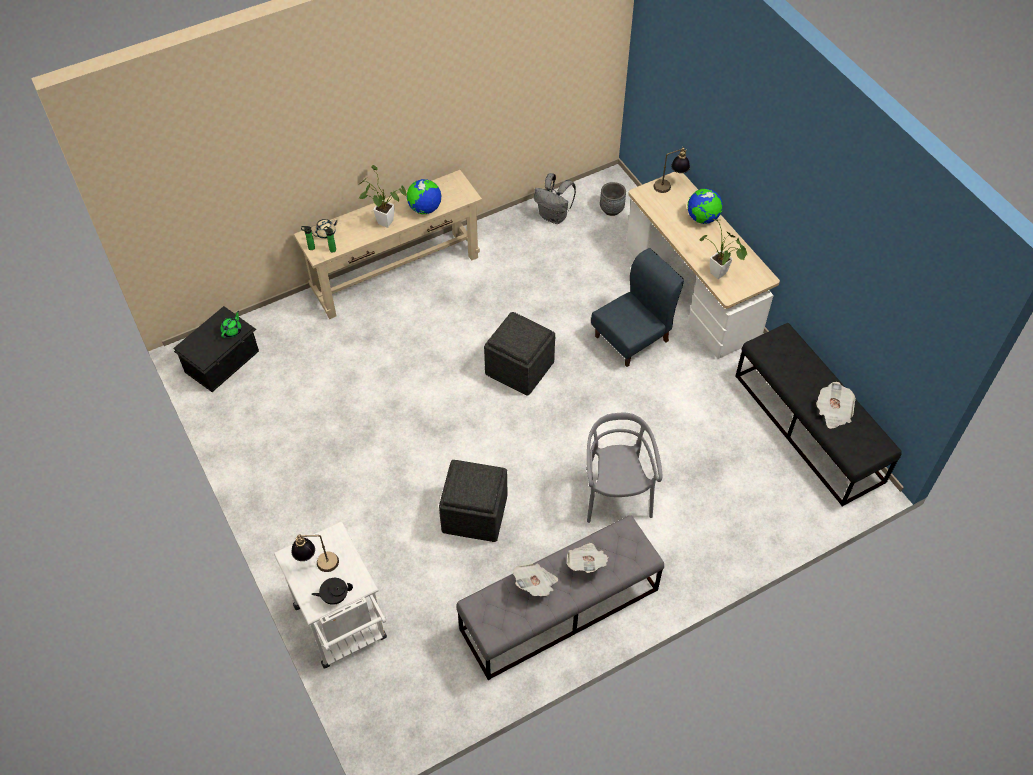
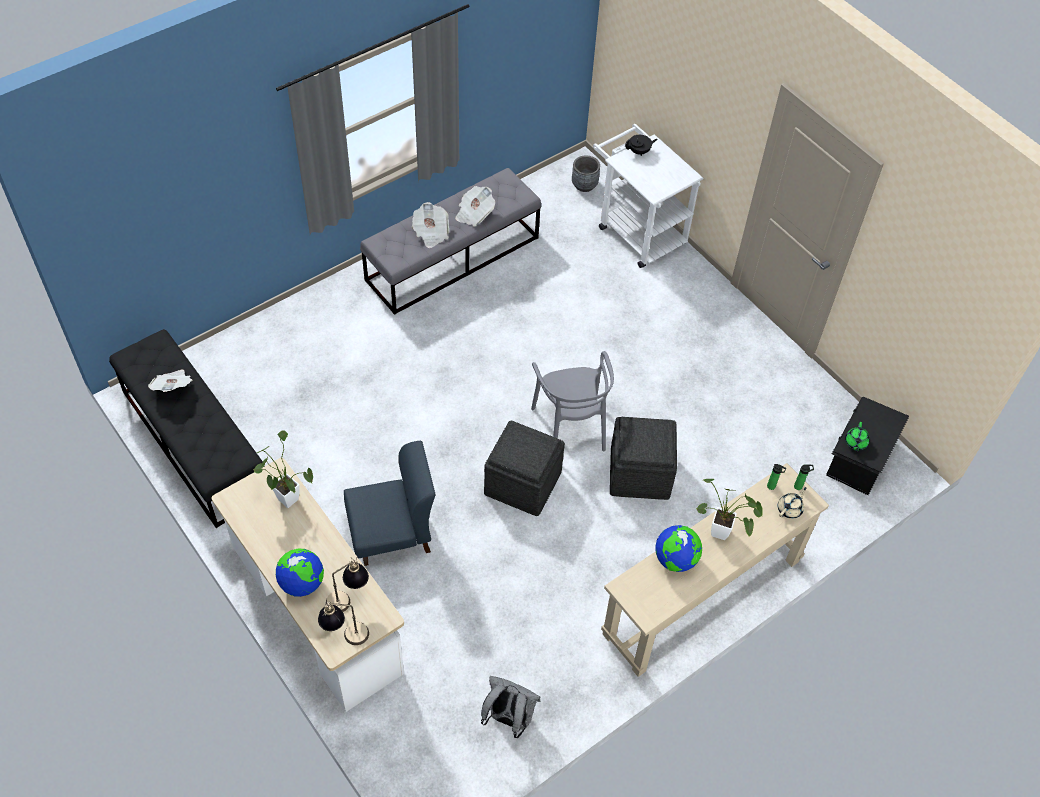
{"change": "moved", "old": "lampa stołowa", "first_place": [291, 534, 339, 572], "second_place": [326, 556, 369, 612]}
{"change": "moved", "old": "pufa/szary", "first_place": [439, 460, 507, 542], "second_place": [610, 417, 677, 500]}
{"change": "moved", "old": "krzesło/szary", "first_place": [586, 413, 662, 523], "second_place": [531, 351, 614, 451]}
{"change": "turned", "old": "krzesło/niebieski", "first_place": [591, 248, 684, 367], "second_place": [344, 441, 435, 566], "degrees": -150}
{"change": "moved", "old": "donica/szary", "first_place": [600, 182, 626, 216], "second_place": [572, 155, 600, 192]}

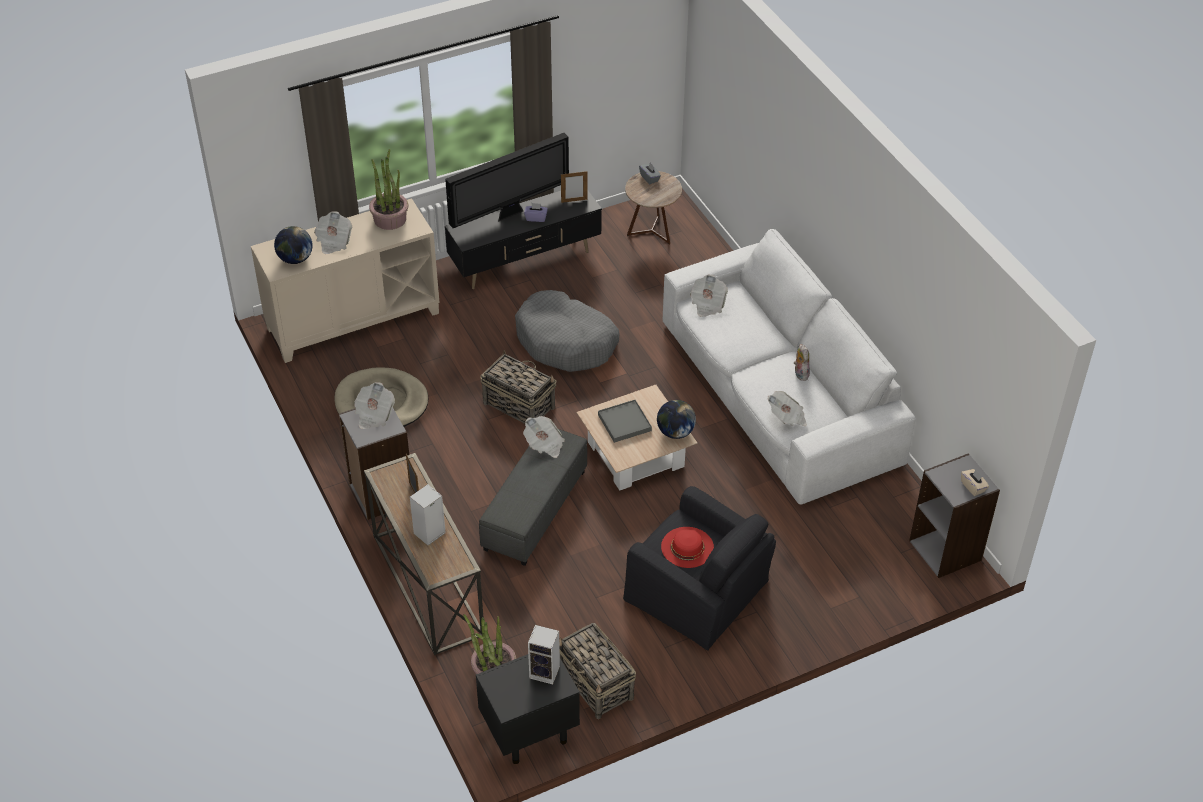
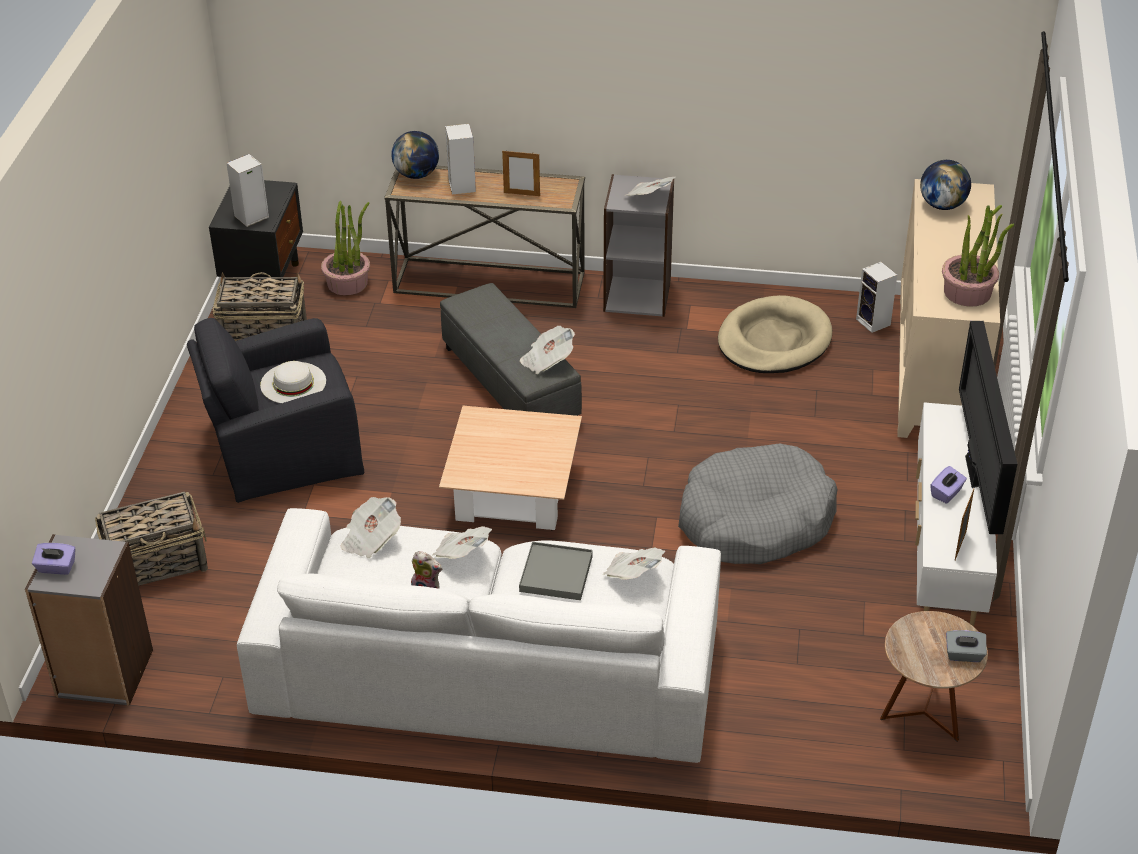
{"change": "moved", "old": "gazeta", "first_place": [314, 211, 352, 254], "second_place": [432, 526, 492, 559]}
{"change": "recoloured", "old": "szafka pod telewizor/czarny", "new": "szafka pod telewizor/biały", "first_place": [445, 191, 602, 289], "second_place": [915, 402, 997, 627]}
{"change": "moved", "old": "koszyk", "first_place": [480, 350, 556, 424], "second_place": [95, 492, 208, 586]}
{"change": "moved", "old": "taca/szary", "first_place": [598, 400, 652, 443], "second_place": [519, 542, 593, 600]}
{"change": "moved", "old": "globus", "first_place": [657, 400, 696, 439], "second_place": [391, 131, 439, 179]}
{"change": "recoloured", "old": "kapelusz/czerwony", "new": "kapelusz/biały", "first_place": [661, 527, 714, 568], "second_place": [260, 361, 326, 403]}
{"change": "recoloured", "old": "pudełko chusteczek/beżowy", "new": "pudełko chusteczek/fioletowy", "first_place": [961, 469, 989, 496], "second_place": [32, 543, 76, 575]}
{"change": "added", "new": "głośnik", "second_place": [856, 262, 897, 333]}

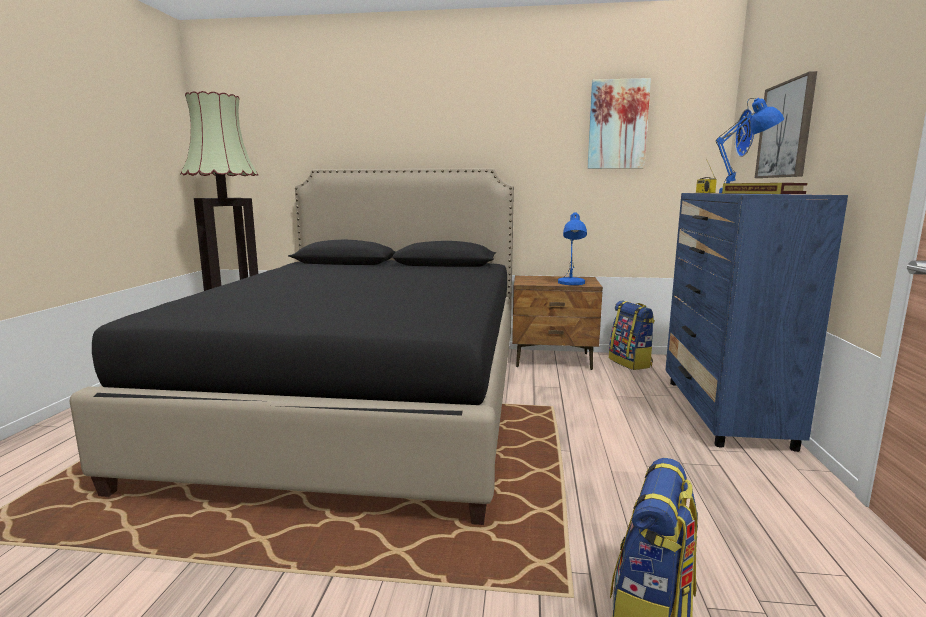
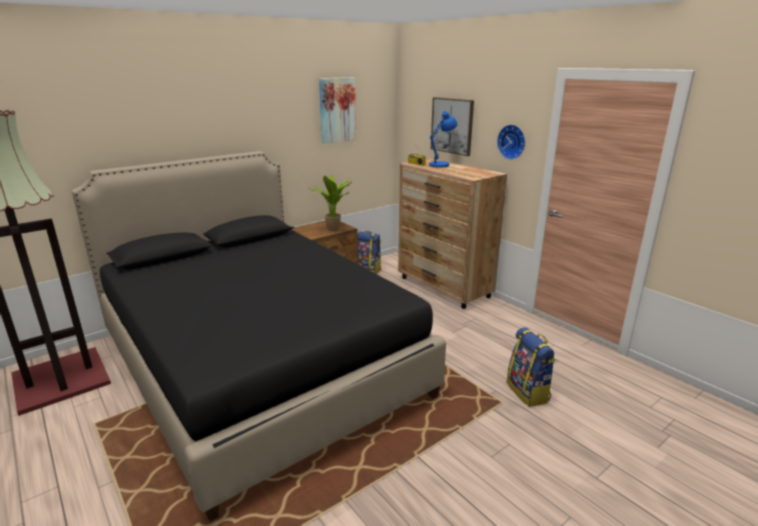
{"change": "replaced", "old": "lampa stołowa/niebieski", "new": "roślina doniczkowa", "first_place": [558, 212, 587, 285], "second_place": [309, 174, 352, 231]}
{"change": "recoloured", "old": "komoda/niebieski", "new": "komoda/brązowy", "first_place": [665, 193, 848, 452], "second_place": [398, 158, 507, 309]}
{"change": "removed", "old": "książka", "first_place": [722, 183, 808, 194]}
{"change": "moved", "old": "zegar ścienny", "first_place": [735, 108, 754, 157], "second_place": [497, 124, 525, 160]}

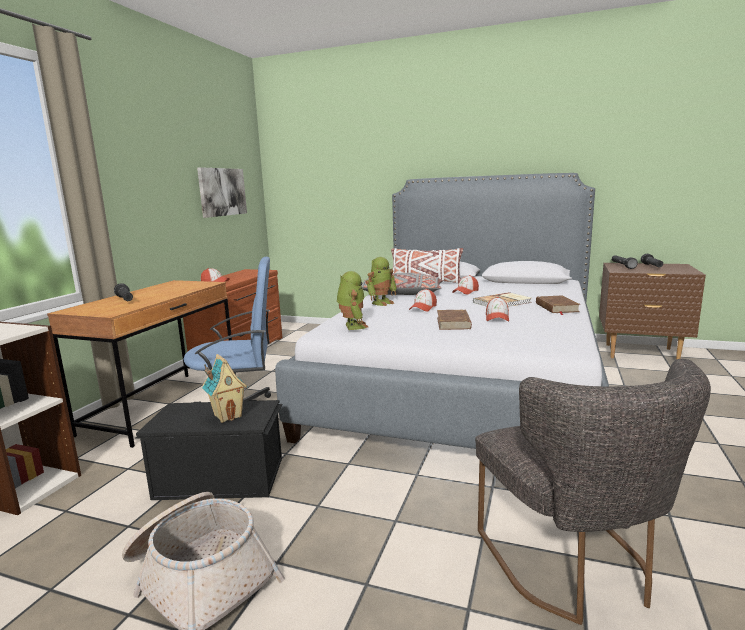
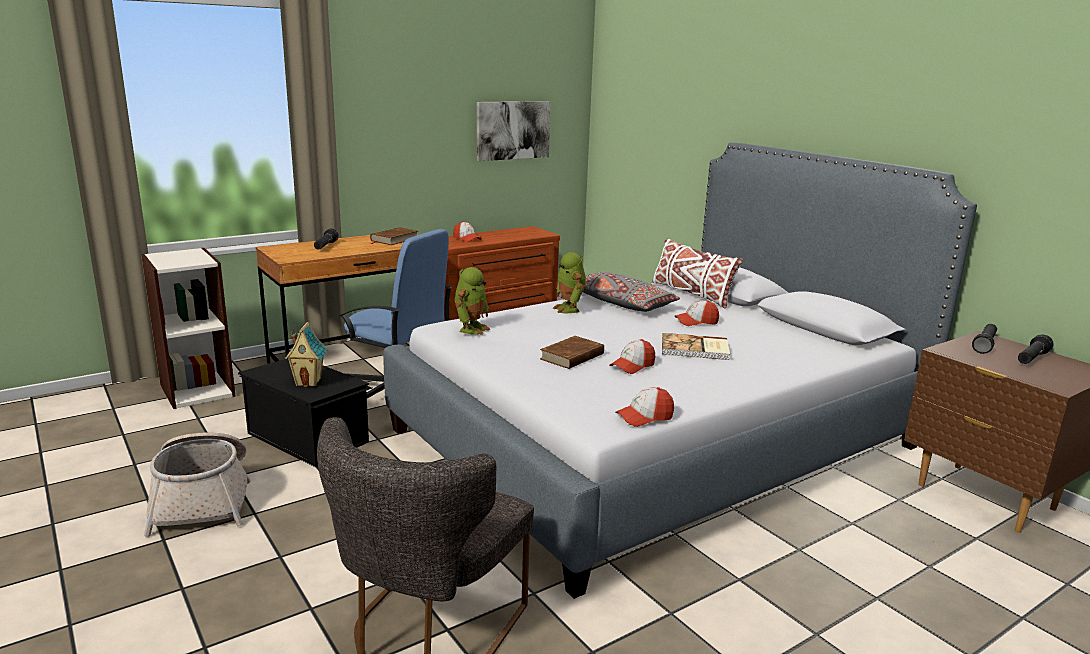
{"change": "turned", "old": "robot zabawkowy", "first_place": [366, 257, 397, 306], "second_place": [553, 252, 586, 313], "degrees": 75}
{"change": "moved", "old": "czapka z daszkiem", "first_place": [409, 289, 437, 312], "second_place": [615, 387, 674, 427]}
{"change": "moved", "old": "książka/brązowy", "first_place": [536, 296, 581, 315], "second_place": [370, 227, 418, 245]}

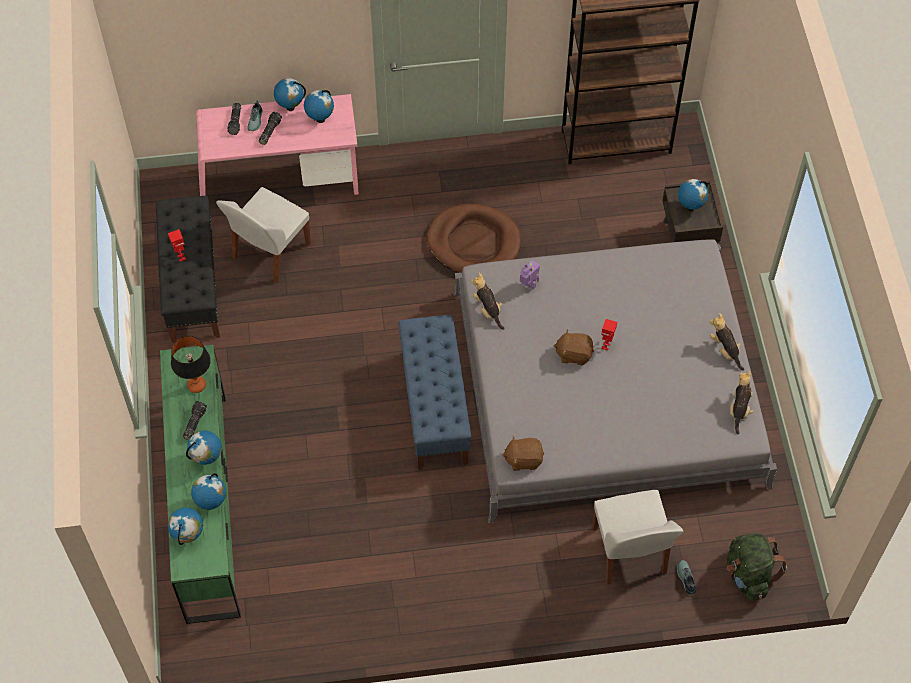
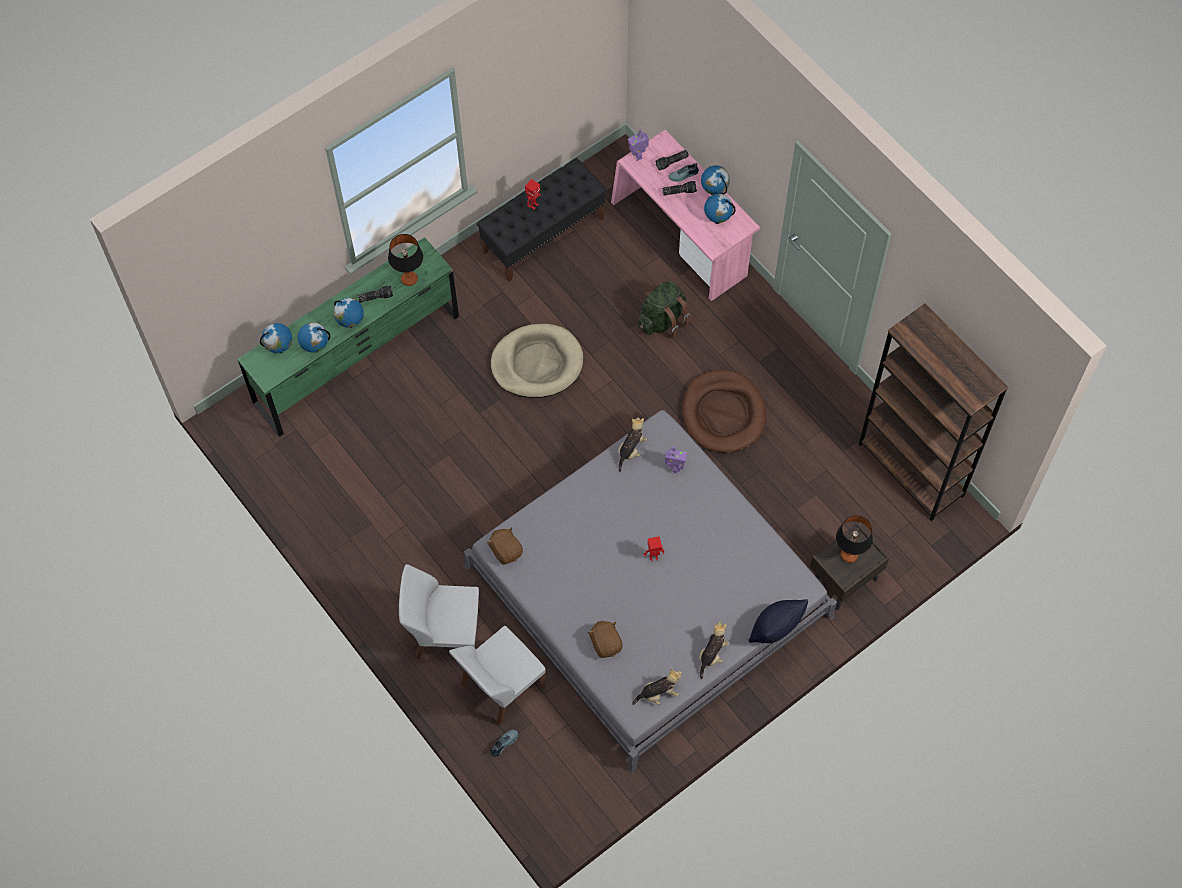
{"change": "moved", "old": "krzesło/biały", "first_place": [216, 187, 311, 283], "second_place": [399, 564, 480, 659]}
{"change": "removed", "old": "ławka/niebieski", "first_place": [398, 315, 471, 470]}
{"change": "moved", "old": "pluszak/brązowy", "first_place": [553, 330, 594, 365], "second_place": [588, 621, 622, 658]}
{"change": "replaced", "old": "globus", "new": "lampa stołowa", "first_place": [678, 179, 708, 211], "second_place": [836, 515, 873, 563]}
{"change": "moved", "old": "plecak/zielony", "first_place": [727, 533, 787, 602], "second_place": [638, 281, 690, 339]}
{"change": "added", "new": "legowisko/beżowy", "second_place": [491, 324, 583, 398]}
{"change": "added", "new": "robot zabawkowy", "second_place": [628, 129, 649, 161]}
{"change": "added", "new": "poduszka/czarny", "second_place": [748, 599, 808, 643]}

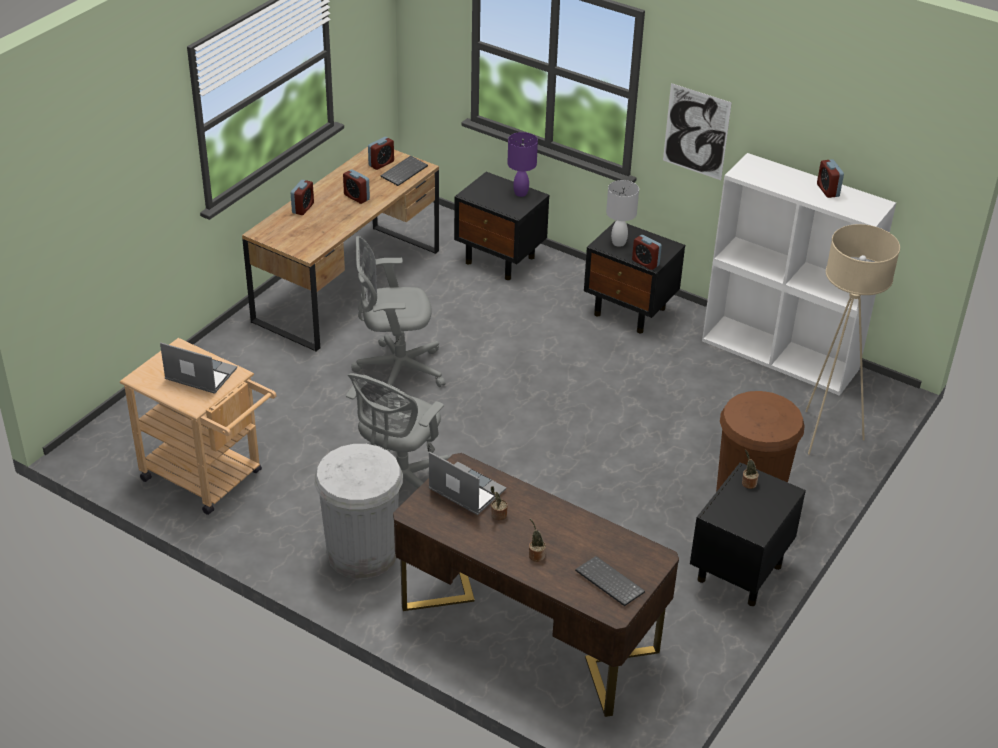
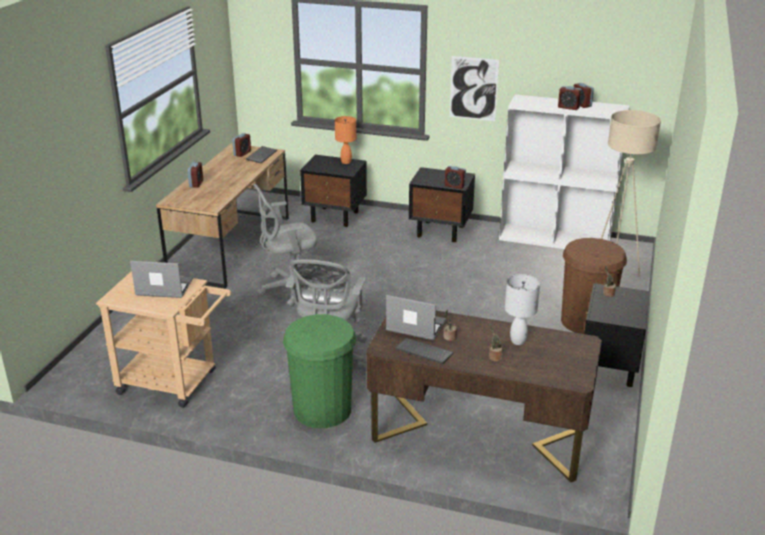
{"change": "recoloured", "old": "kosz na śmieci/biały", "new": "kosz na śmieci/zielony", "first_place": [314, 444, 403, 579], "second_place": [283, 314, 356, 428]}
{"change": "moved", "old": "budzik", "first_place": [343, 169, 370, 204], "second_place": [558, 86, 582, 110]}
{"change": "recoloured", "old": "lampa stołowa/fioletowy", "new": "lampa stołowa/pomarańczowy", "first_place": [507, 132, 538, 197], "second_place": [335, 116, 356, 164]}
{"change": "moved", "old": "klawiatura", "first_place": [575, 556, 645, 606], "second_place": [395, 338, 454, 364]}
{"change": "moved", "old": "lampa stołowa/biały", "first_place": [606, 180, 639, 247], "second_place": [505, 274, 540, 345]}

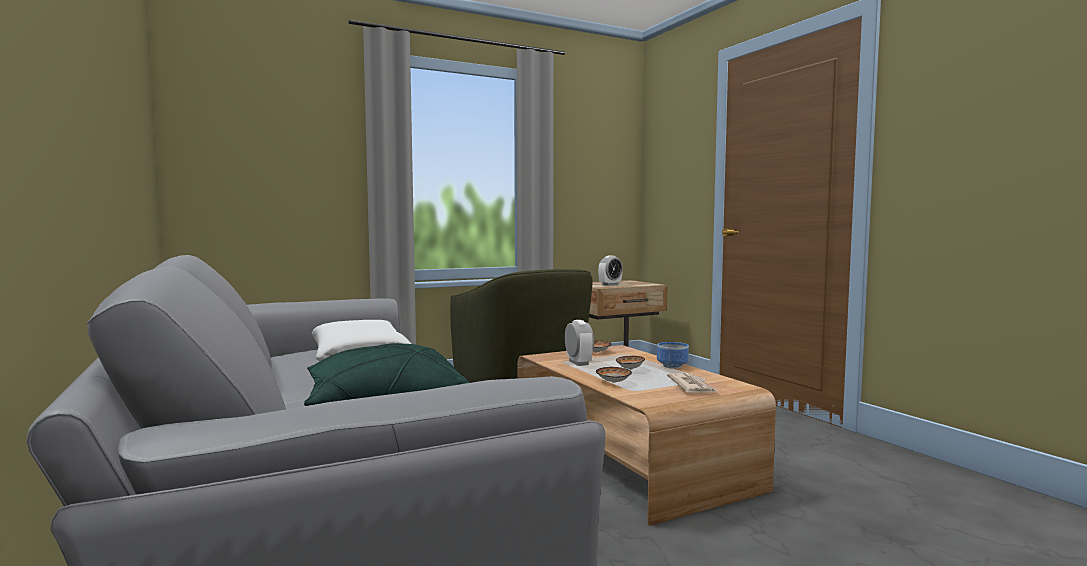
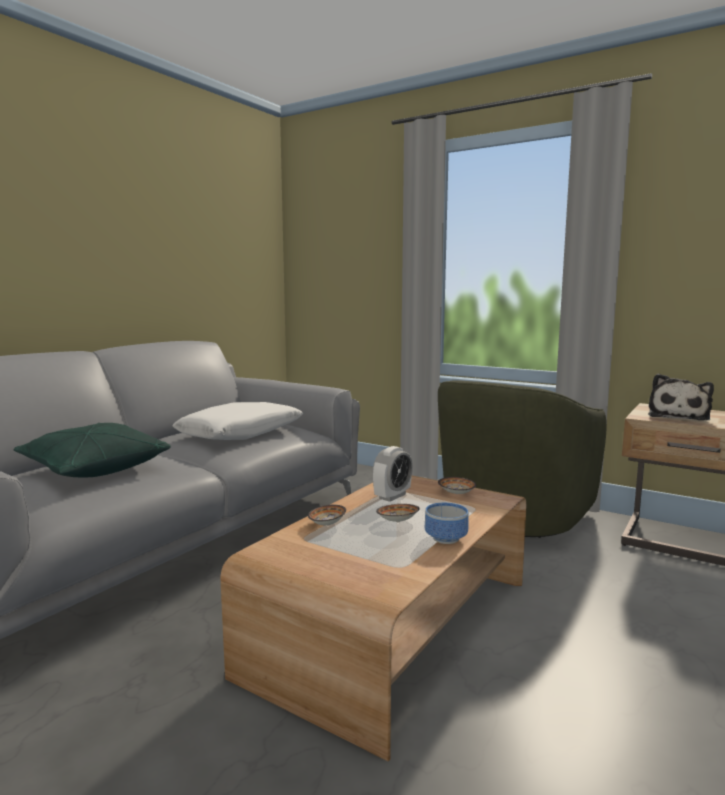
{"change": "replaced", "old": "budzik", "new": "pluszak", "first_place": [598, 255, 623, 286], "second_place": [648, 374, 714, 420]}
{"change": "removed", "old": "gazeta", "first_place": [667, 373, 718, 393]}

